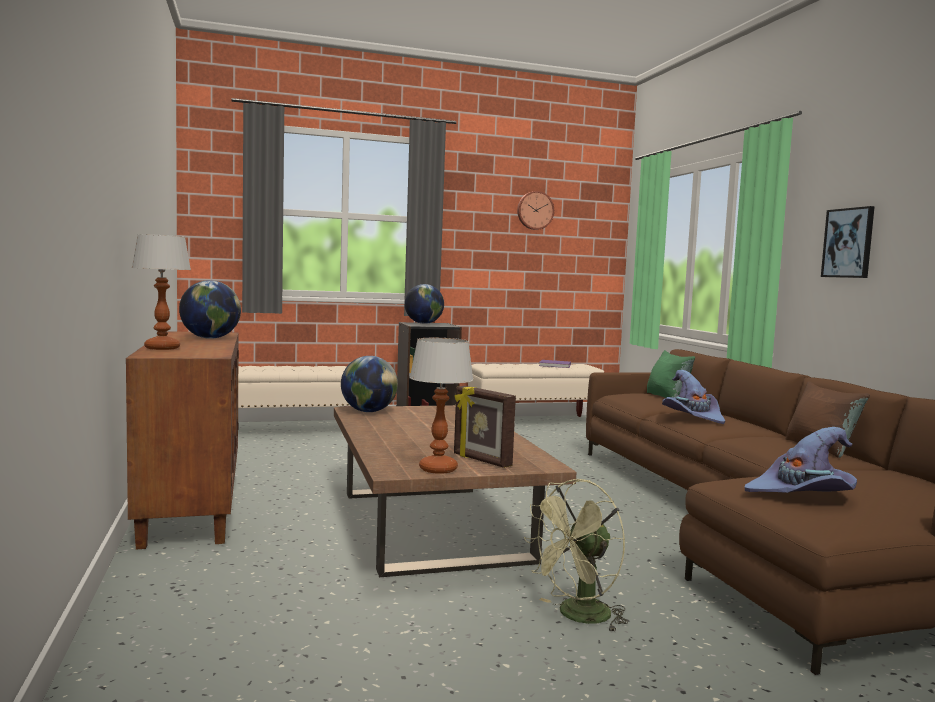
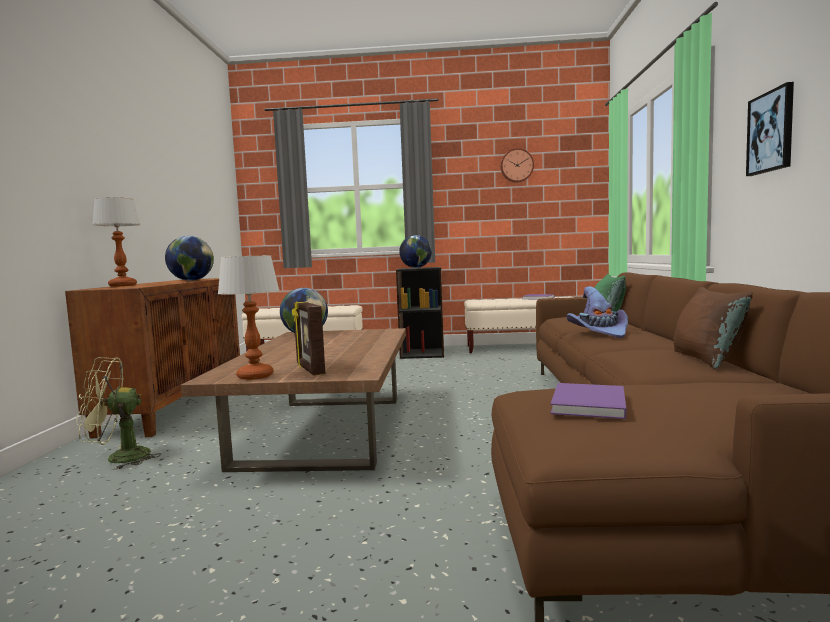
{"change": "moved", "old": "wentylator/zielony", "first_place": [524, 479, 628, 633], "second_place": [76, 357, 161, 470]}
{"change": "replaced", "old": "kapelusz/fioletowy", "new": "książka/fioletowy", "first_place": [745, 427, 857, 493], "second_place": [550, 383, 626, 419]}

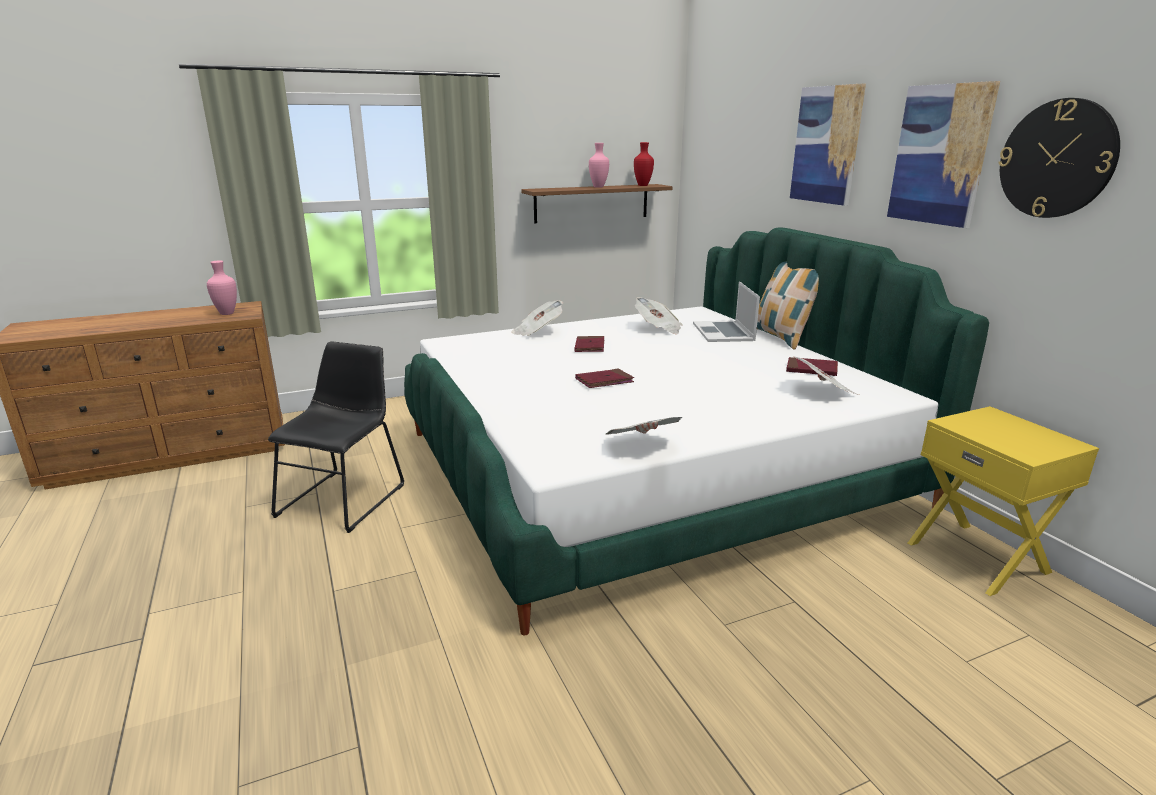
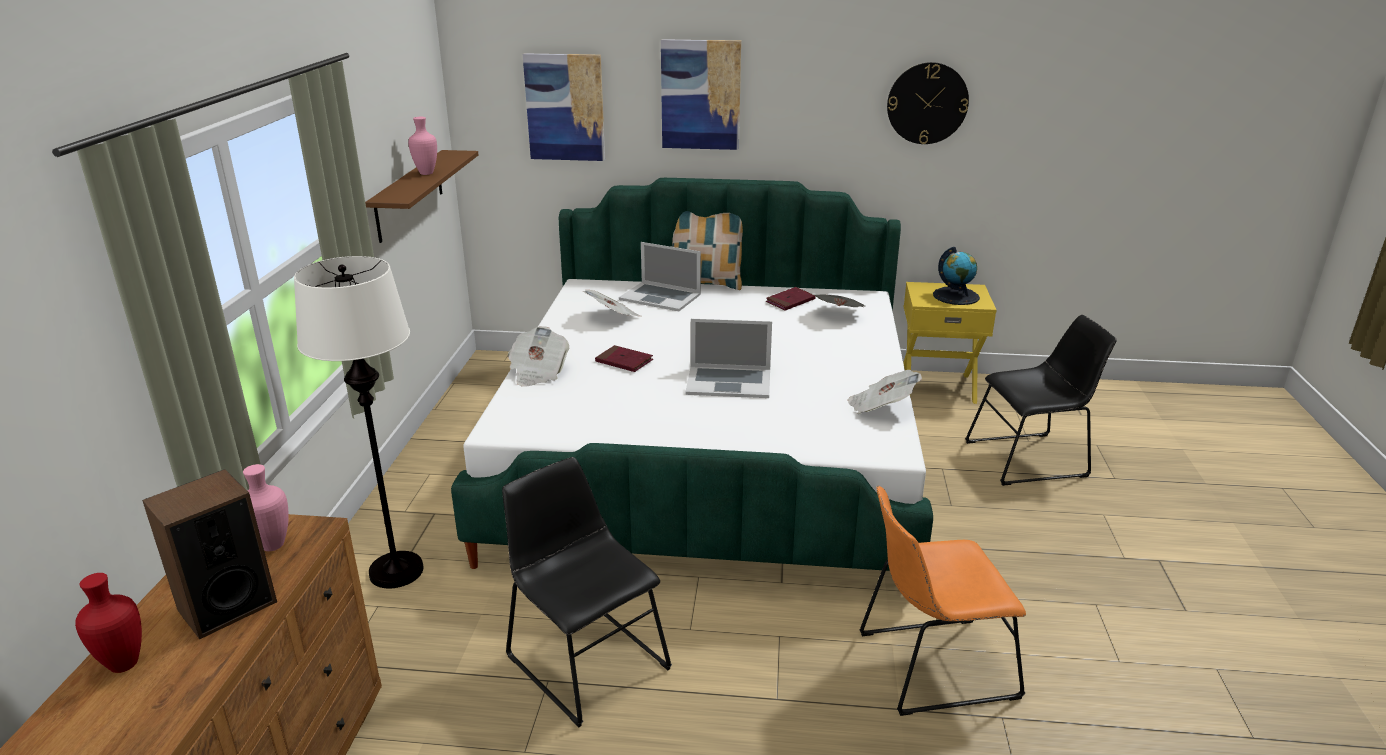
{"change": "replaced", "old": "książka/czerwony", "new": "laptop", "first_place": [575, 368, 634, 388], "second_place": [685, 319, 772, 398]}
{"change": "moved", "old": "wazon/czerwony", "first_place": [634, 142, 654, 186], "second_place": [75, 573, 142, 673]}
{"change": "moved", "old": "obraz", "first_place": [887, 81, 1000, 228], "second_place": [523, 53, 605, 161]}
{"change": "added", "new": "głośnik", "second_place": [142, 469, 277, 639]}
{"change": "added", "new": "lampa stojąca/biały", "second_place": [294, 256, 424, 588]}
{"change": "added", "new": "krzesło/pomarańczowy", "second_place": [860, 486, 1026, 716]}
{"change": "added", "new": "globus", "second_place": [933, 247, 980, 305]}
{"change": "added", "new": "krzesło/czarny", "second_place": [965, 315, 1117, 486]}

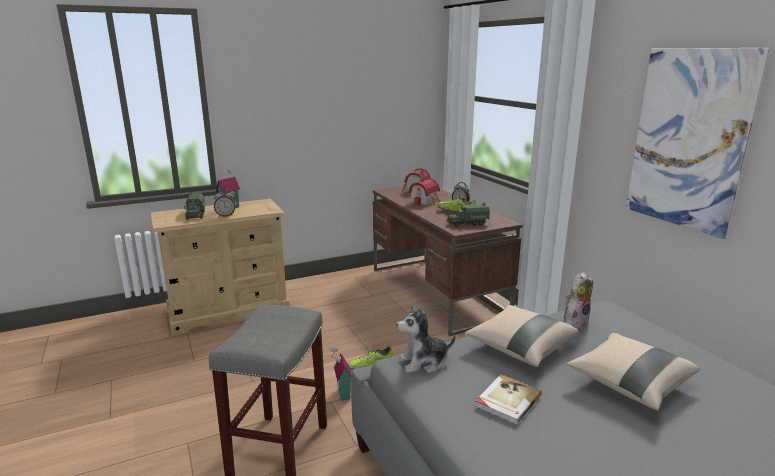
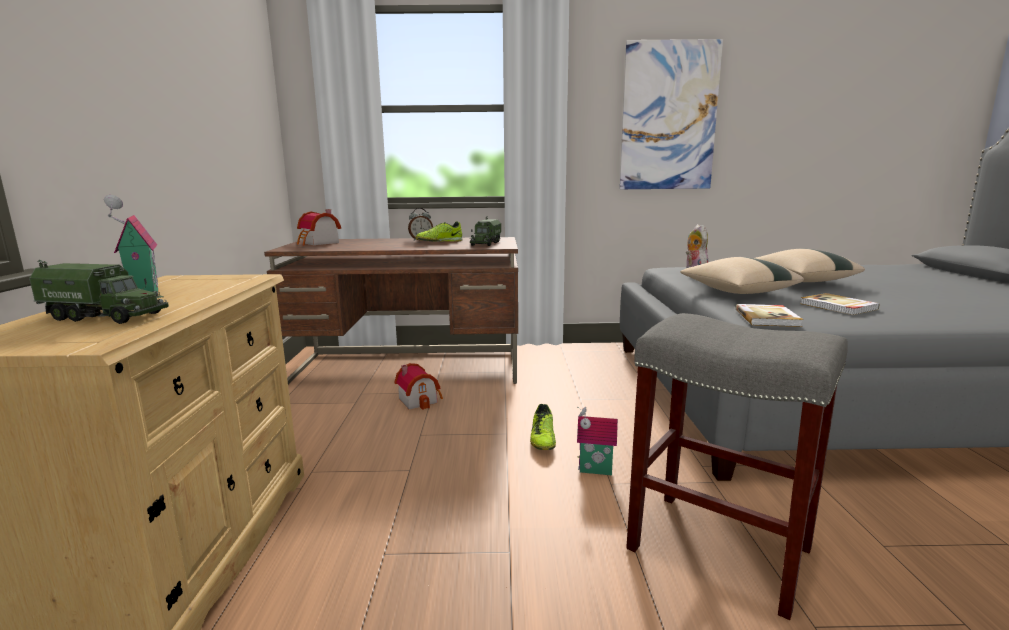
{"change": "removed", "old": "budzik", "first_place": [214, 189, 235, 217]}
{"change": "replaced", "old": "pluszak", "new": "książka", "first_place": [396, 305, 455, 373], "second_place": [736, 304, 804, 327]}
{"change": "moved", "old": "domek", "first_place": [408, 176, 440, 205], "second_place": [394, 363, 443, 410]}

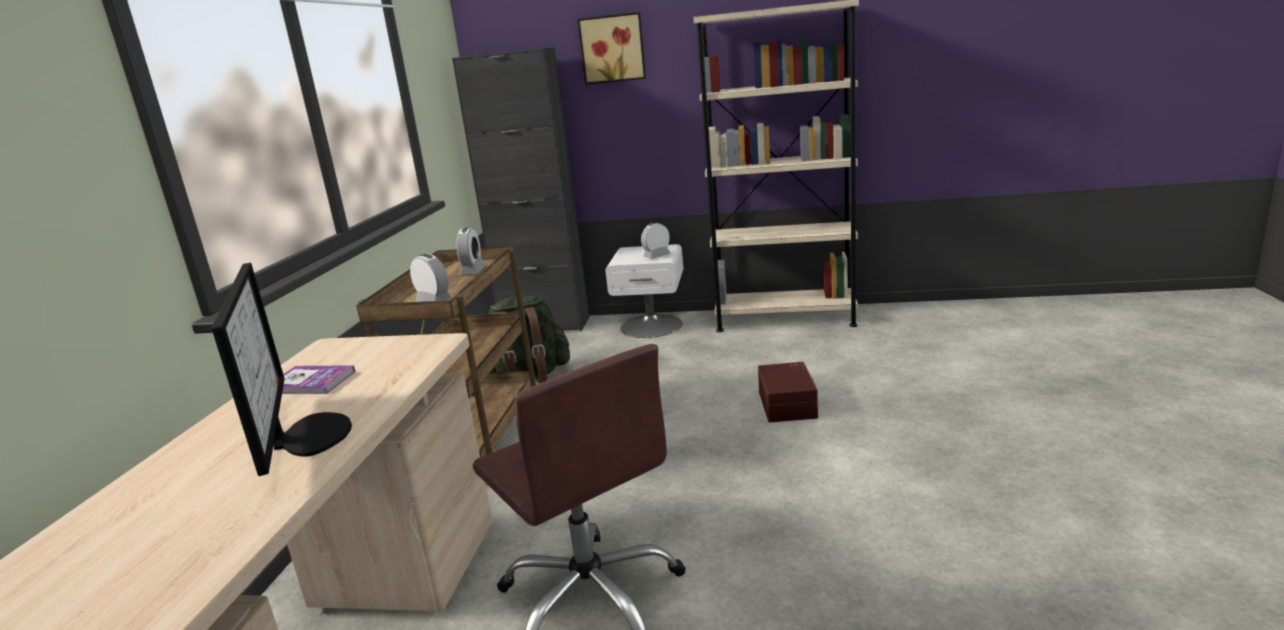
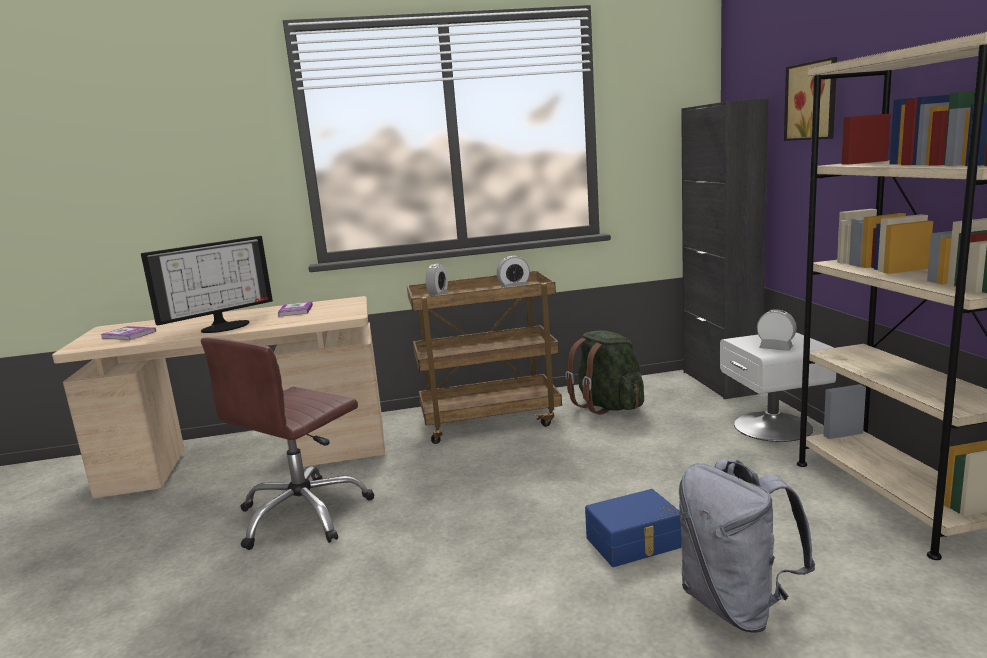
{"change": "recoloured", "old": "pojemnik do przechowywania/brązowy", "new": "pojemnik do przechowywania/niebieski", "first_place": [758, 362, 818, 422], "second_place": [585, 489, 682, 567]}
{"change": "added", "new": "książka", "second_place": [100, 326, 156, 340]}
{"change": "added", "new": "plecak/szary", "second_place": [679, 459, 815, 633]}

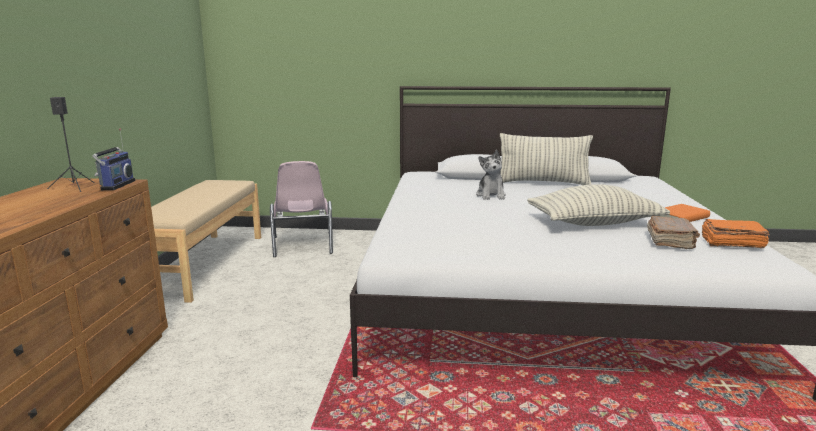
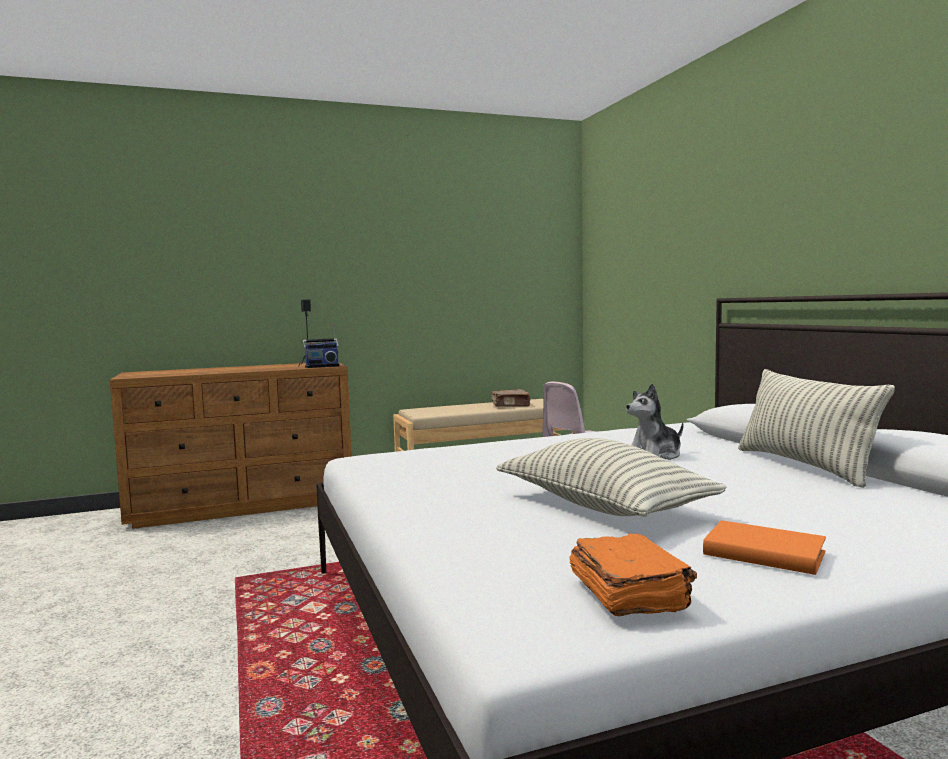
{"change": "moved", "old": "książka/brązowy", "first_place": [647, 216, 700, 249], "second_place": [491, 389, 531, 407]}

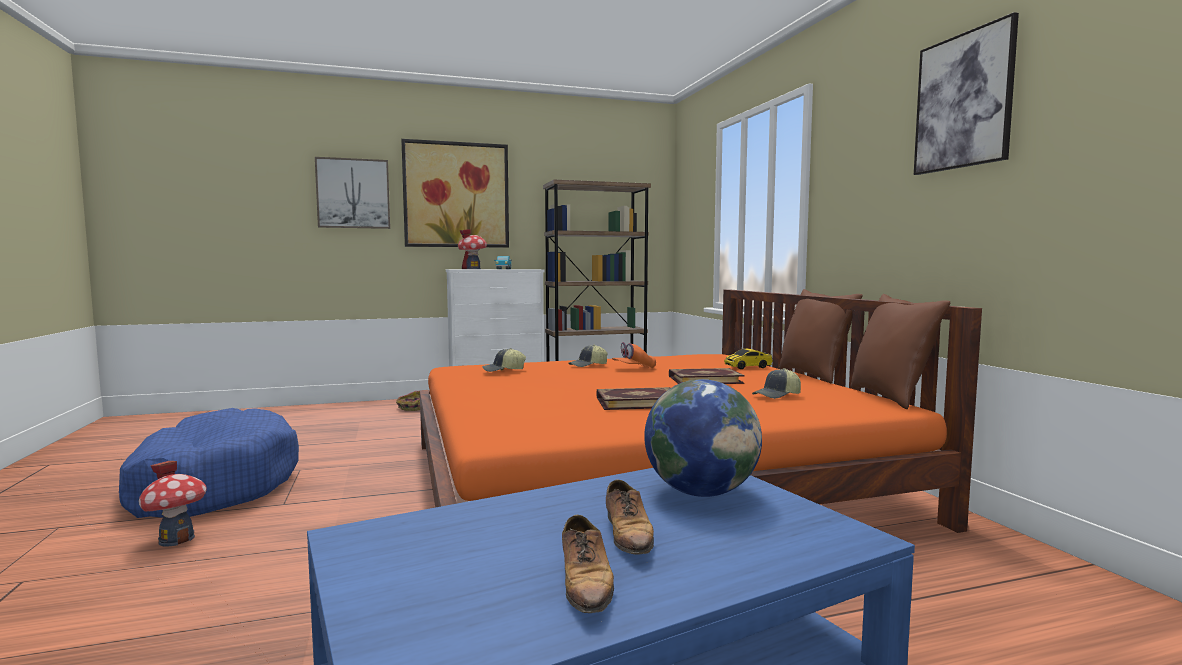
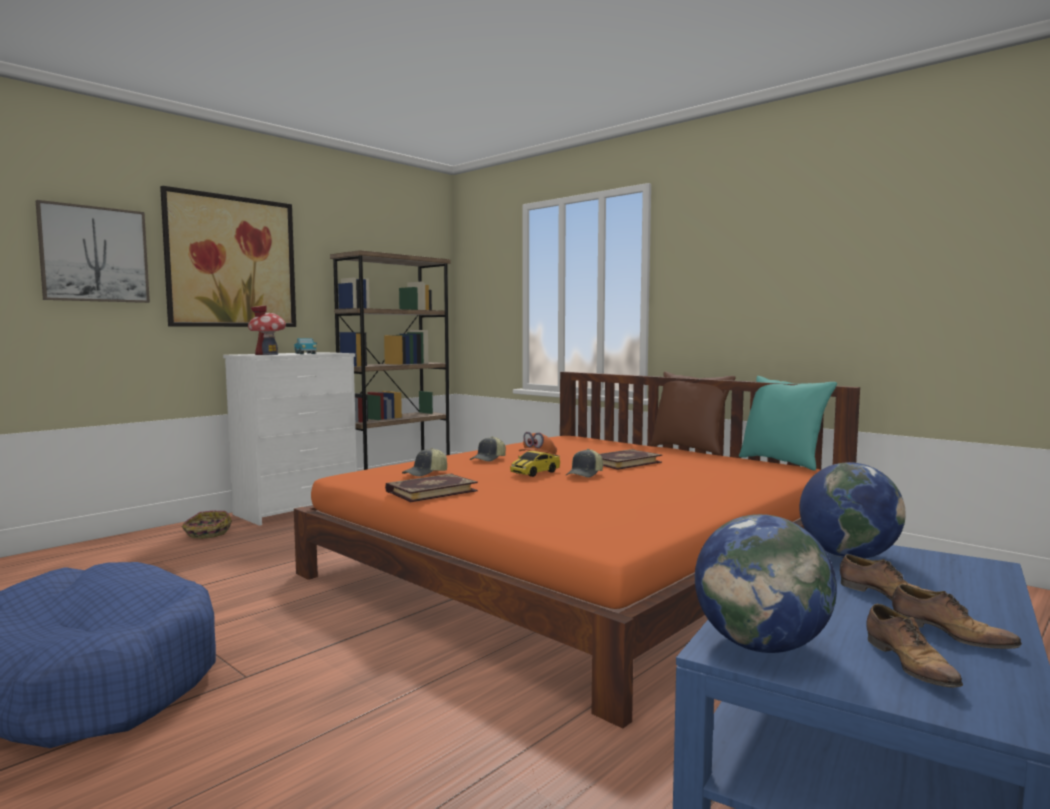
{"change": "removed", "old": "domek", "first_place": [138, 461, 207, 547]}
{"change": "moved", "old": "książka", "first_place": [597, 387, 670, 410], "second_place": [385, 474, 478, 502]}
{"change": "moved", "old": "samochodzik", "first_place": [724, 349, 773, 369], "second_place": [510, 451, 560, 477]}
{"change": "moved", "old": "czapka z daszkiem", "first_place": [752, 368, 801, 399], "second_place": [565, 449, 603, 478]}
{"change": "recoloured", "old": "poduszka/brązowy", "new": "poduszka/turkusowy", "first_place": [850, 294, 950, 409], "second_place": [739, 376, 837, 471]}
{"change": "removed", "old": "obraz", "first_place": [914, 12, 1019, 175]}
{"change": "added", "new": "globus", "second_place": [695, 514, 837, 653]}
{"change": "added", "new": "but", "second_place": [866, 604, 963, 688]}

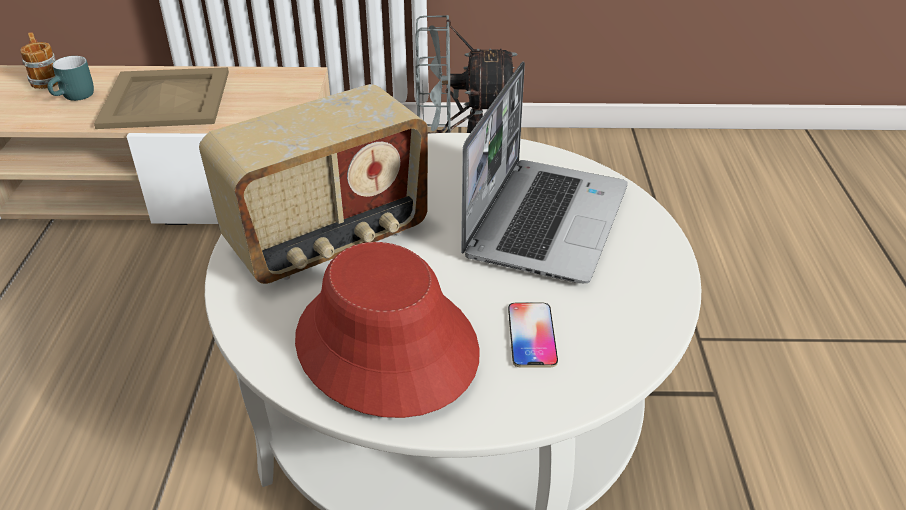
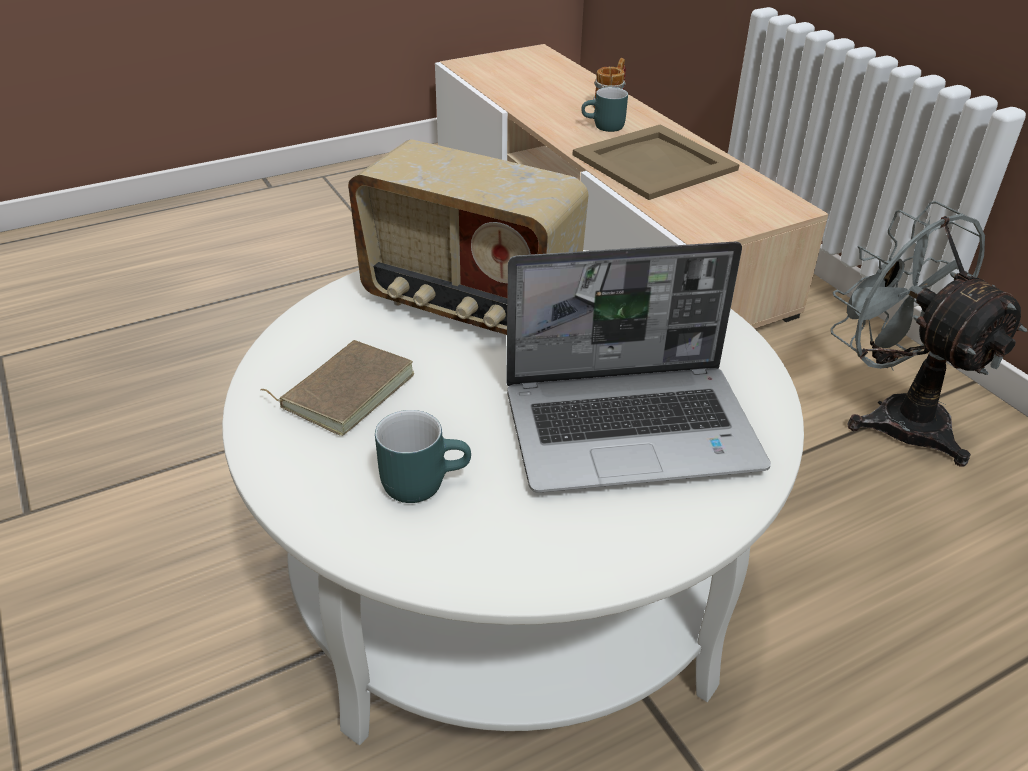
{"change": "replaced", "old": "kapelusz/czerwony", "new": "książka/brązowy", "first_place": [295, 242, 480, 418], "second_place": [260, 340, 414, 436]}
{"change": "replaced", "old": "telefon", "new": "kubek/turkusowy", "first_place": [508, 303, 558, 368], "second_place": [375, 410, 471, 503]}

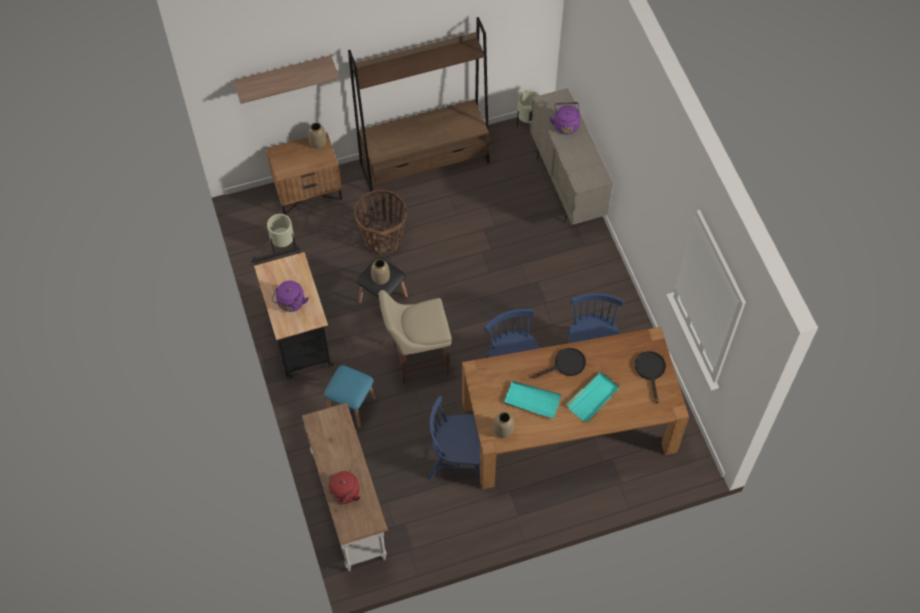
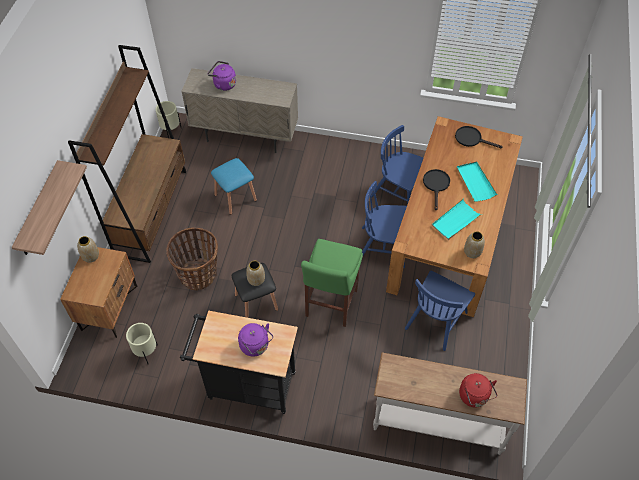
{"change": "moved", "old": "stołek/niebieski", "first_place": [324, 365, 376, 428], "second_place": [211, 158, 257, 215]}
{"change": "recoloured", "old": "stołek/beżowy", "new": "stołek/zielony", "first_place": [379, 290, 452, 384], "second_place": [301, 239, 363, 327]}

